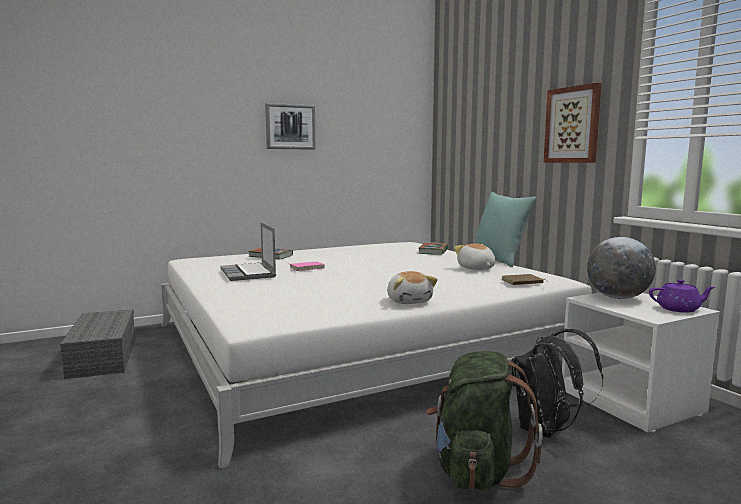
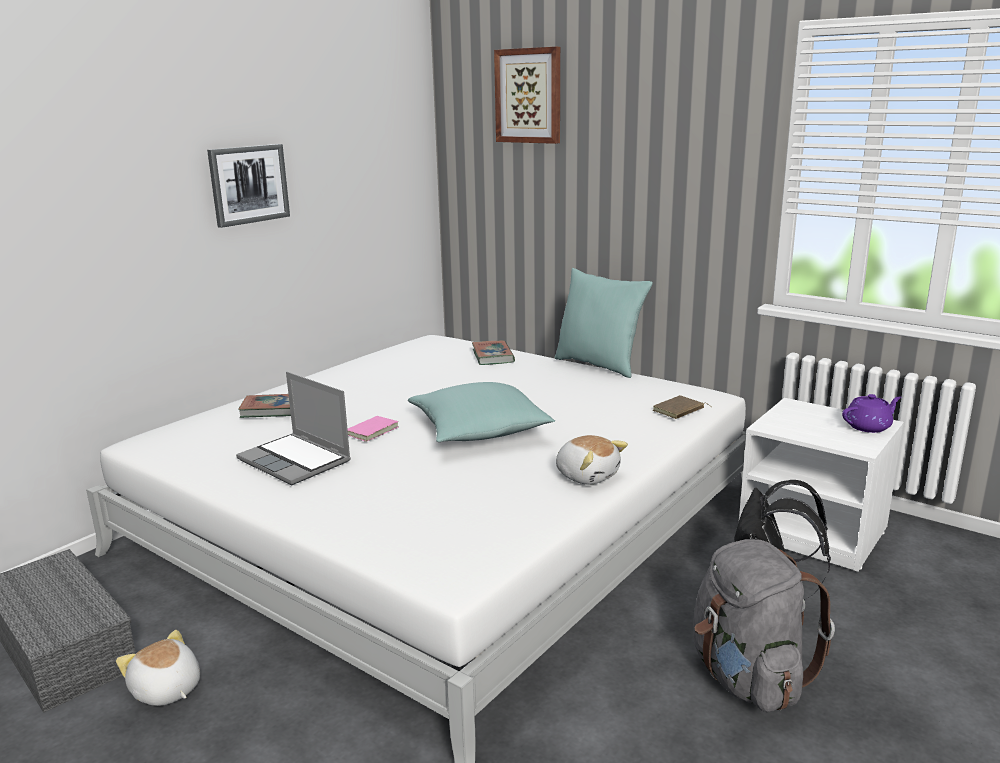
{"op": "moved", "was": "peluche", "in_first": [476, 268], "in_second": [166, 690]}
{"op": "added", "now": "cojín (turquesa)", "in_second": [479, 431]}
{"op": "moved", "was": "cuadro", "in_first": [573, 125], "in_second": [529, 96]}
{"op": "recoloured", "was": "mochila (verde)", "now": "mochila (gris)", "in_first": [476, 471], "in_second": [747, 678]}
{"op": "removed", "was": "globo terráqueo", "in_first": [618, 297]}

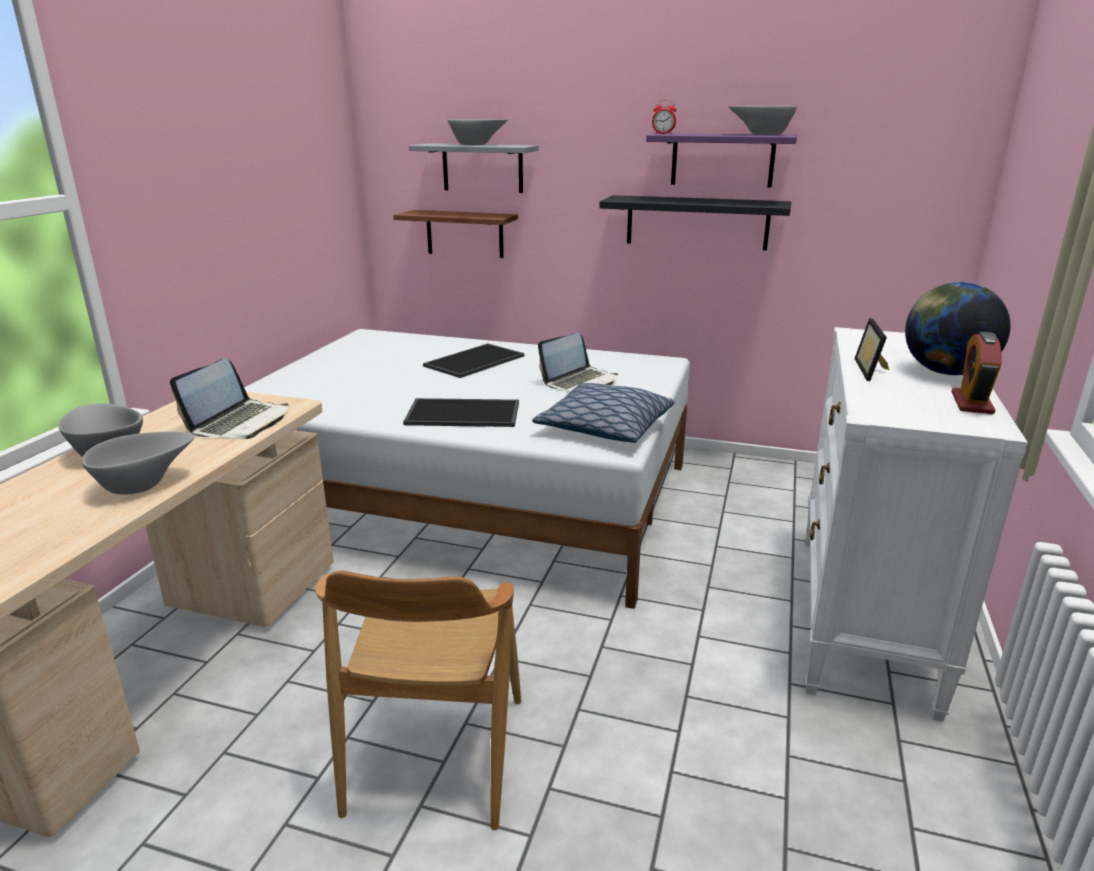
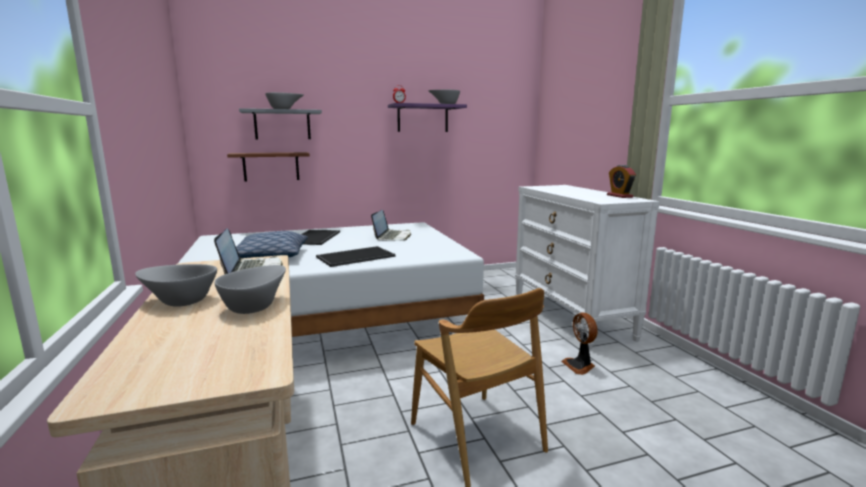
{"op": "moved", "was": "cojín", "in_first": [604, 428], "in_second": [270, 256]}
{"op": "added", "now": "ventilador", "in_second": [580, 366]}
{"op": "removed", "was": "estante (negro)", "in_first": [697, 222]}
{"op": "removed", "was": "portarretratos", "in_first": [873, 370]}
{"op": "removed", "was": "globo terráqueo", "in_first": [945, 372]}

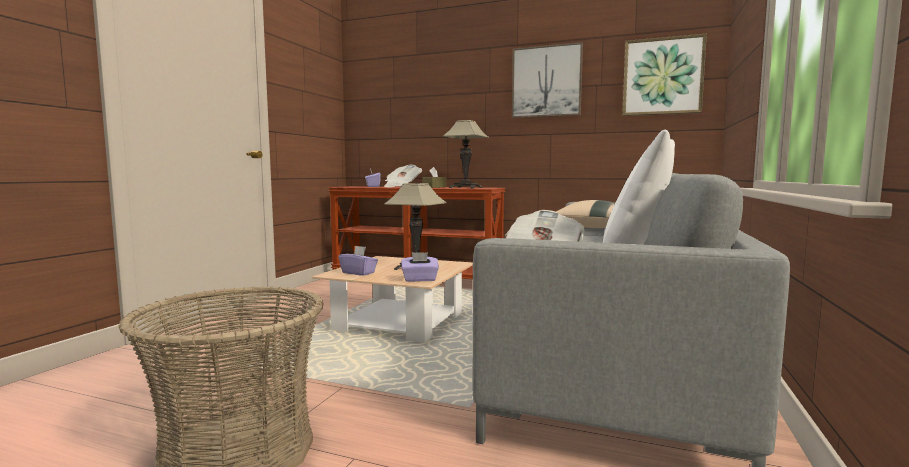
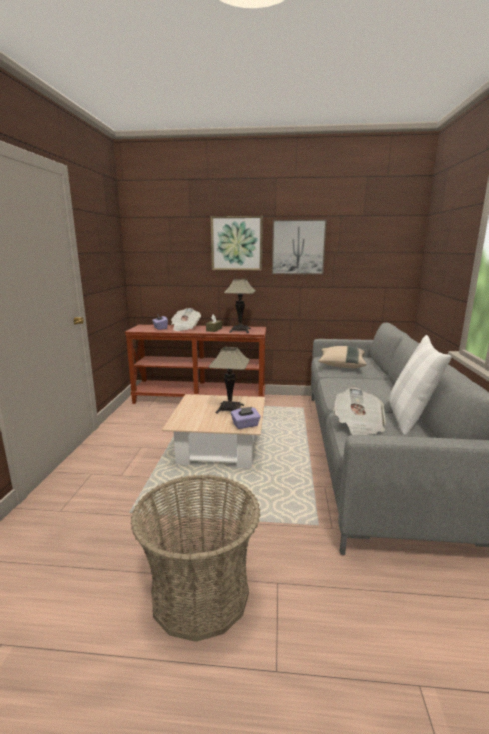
{"op": "moved", "was": "cuadro", "in_first": [662, 77], "in_second": [236, 243]}
{"op": "removed", "was": "caja de pañuelos (morado)", "in_first": [358, 273]}

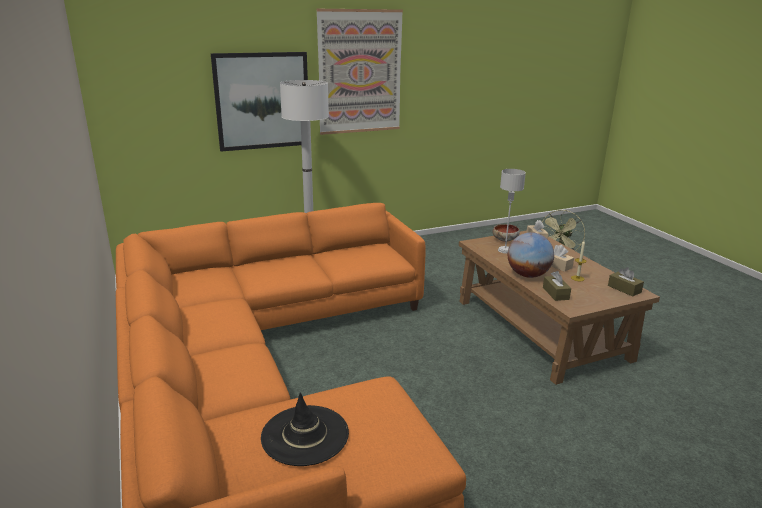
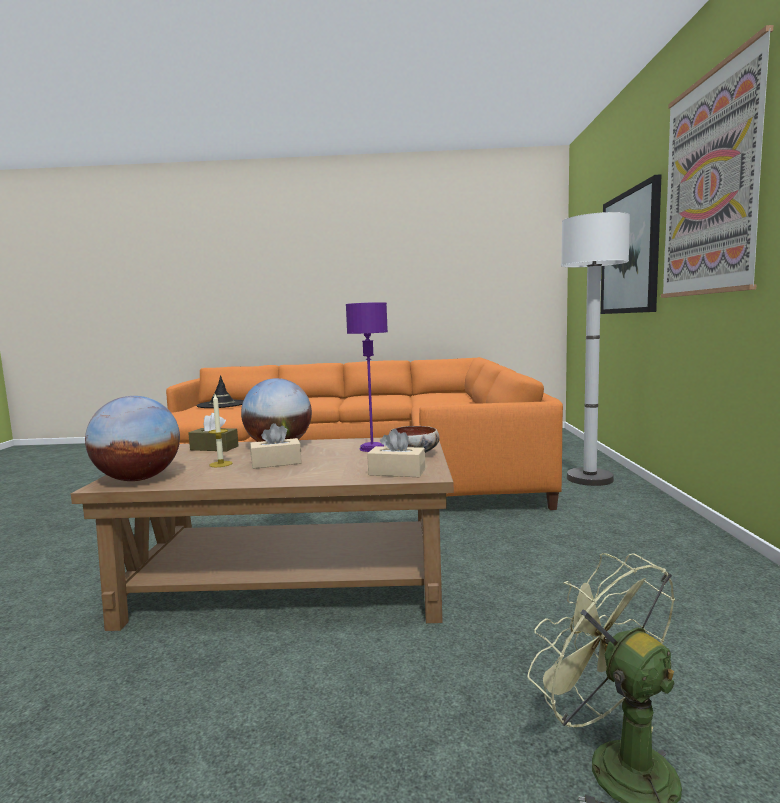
{"op": "replaced", "was": "caja de pañuelos (marrón)", "now": "globo terráqueo", "in_first": [624, 289], "in_second": [138, 479]}
{"op": "recoloured", "was": "lámpara de mesa (gris)", "now": "lámpara de mesa (morado)", "in_first": [505, 250], "in_second": [372, 448]}

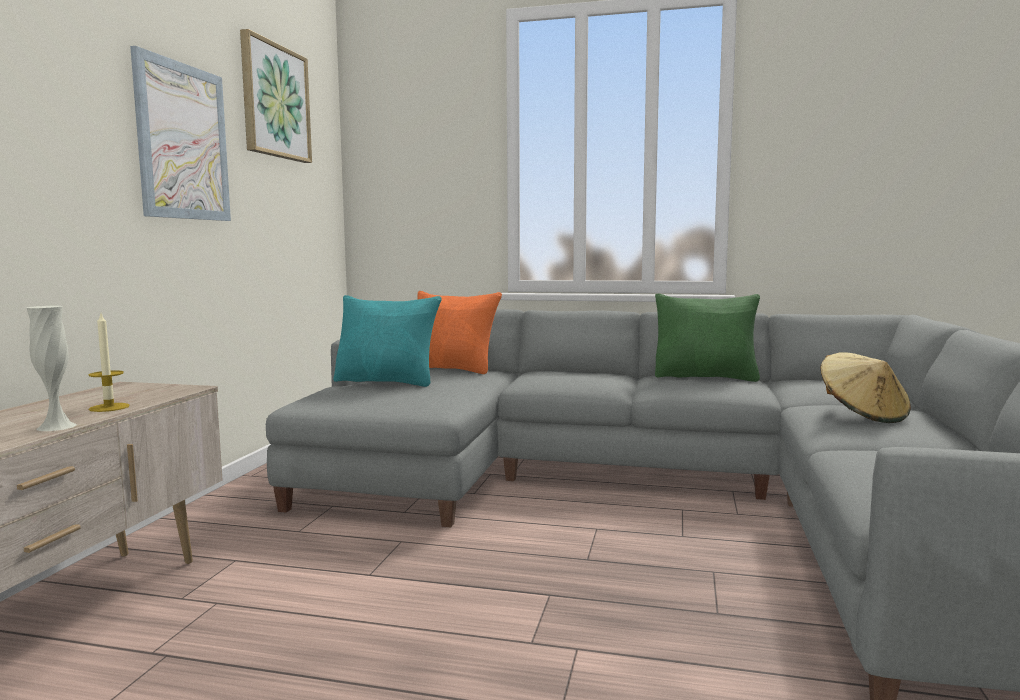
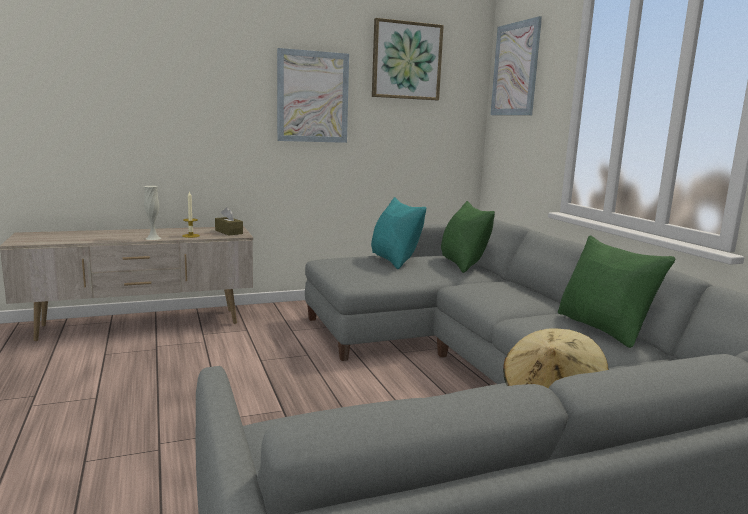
{"op": "added", "now": "caja de pañuelos (marrón)", "in_second": [229, 232]}
{"op": "recoloured", "was": "cojín (naranja)", "now": "cojín (verde)", "in_first": [452, 369], "in_second": [463, 264]}
{"op": "added", "now": "cuadro", "in_second": [515, 69]}

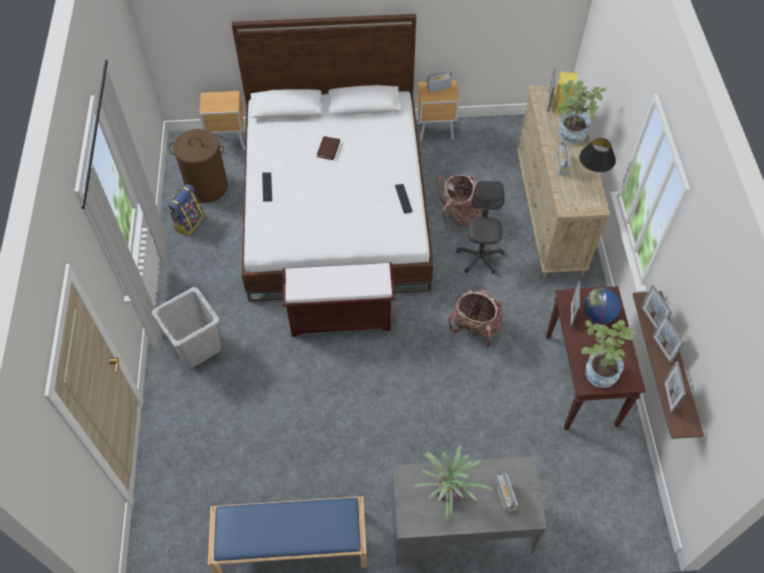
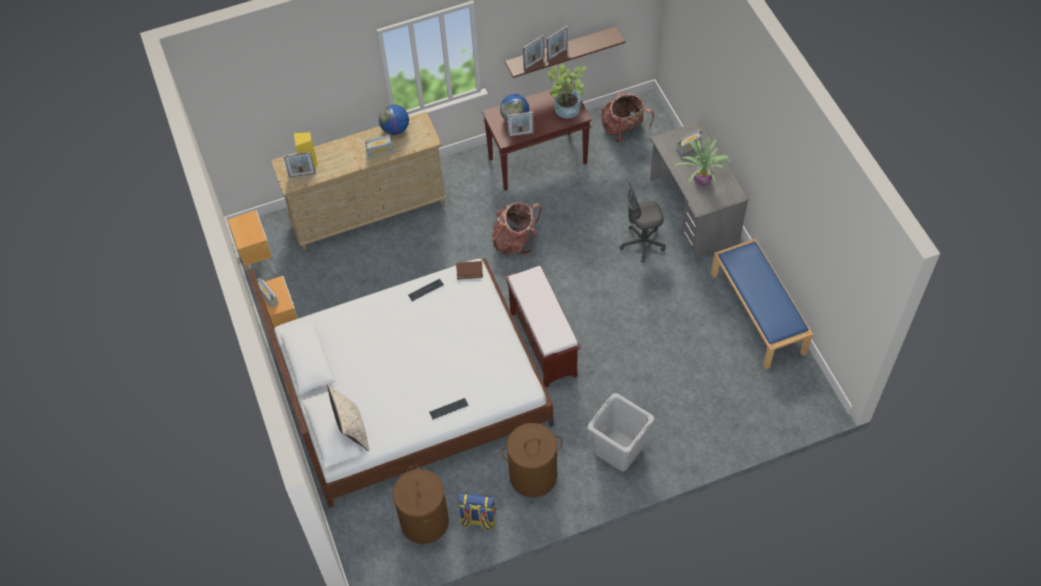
{"op": "moved", "was": "mesita de noche (marrón)", "in_first": [229, 142], "in_second": [259, 262]}
{"op": "added", "now": "cojín (beis)", "in_second": [352, 430]}
{"op": "replaced", "was": "lámpara de mesa (negro)", "now": "globo terráqueo", "in_first": [589, 183], "in_second": [395, 129]}
{"op": "moved", "was": "libro (marrón)", "in_first": [328, 149], "in_second": [469, 271]}
{"op": "added", "now": "cesto de la ropa (marrón)", "in_second": [533, 476]}
{"op": "moved", "was": "mochila", "in_first": [461, 215], "in_second": [623, 129]}
{"op": "moved", "was": "silla de oficina (gris)", "in_first": [479, 257], "in_second": [642, 244]}
{"op": "removed", "was": "planta en maceta", "in_first": [570, 136]}
{"op": "removed", "was": "portarretratos", "in_first": [668, 397]}

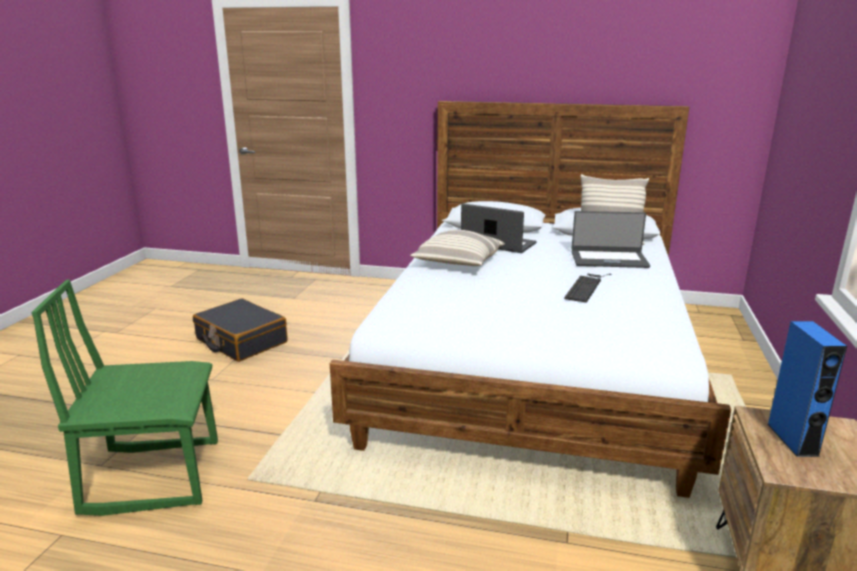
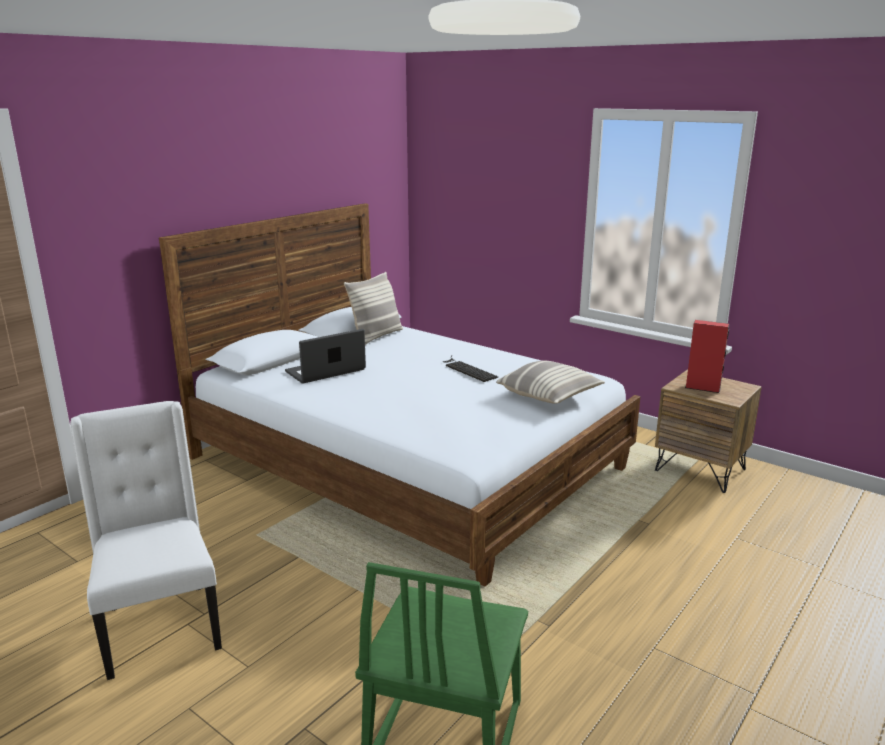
{"op": "replaced", "was": "maleta (negro)", "now": "silla (blanco)", "in_first": [241, 341], "in_second": [161, 627]}
{"op": "moved", "was": "cojín", "in_first": [458, 263], "in_second": [549, 396]}
{"op": "recoloured", "was": "altavoz (azul)", "now": "altavoz (rojo)", "in_first": [792, 439], "in_second": [702, 388]}
{"op": "removed", "was": "portátil", "in_first": [609, 259]}

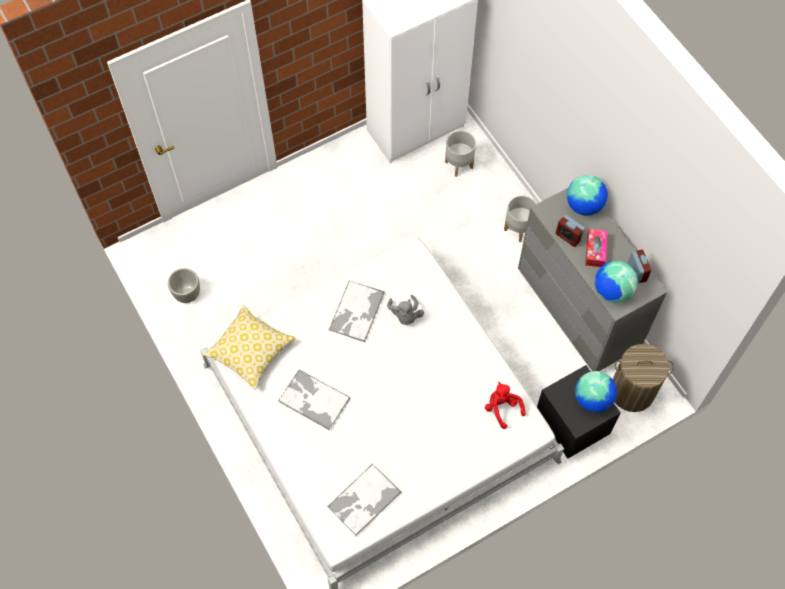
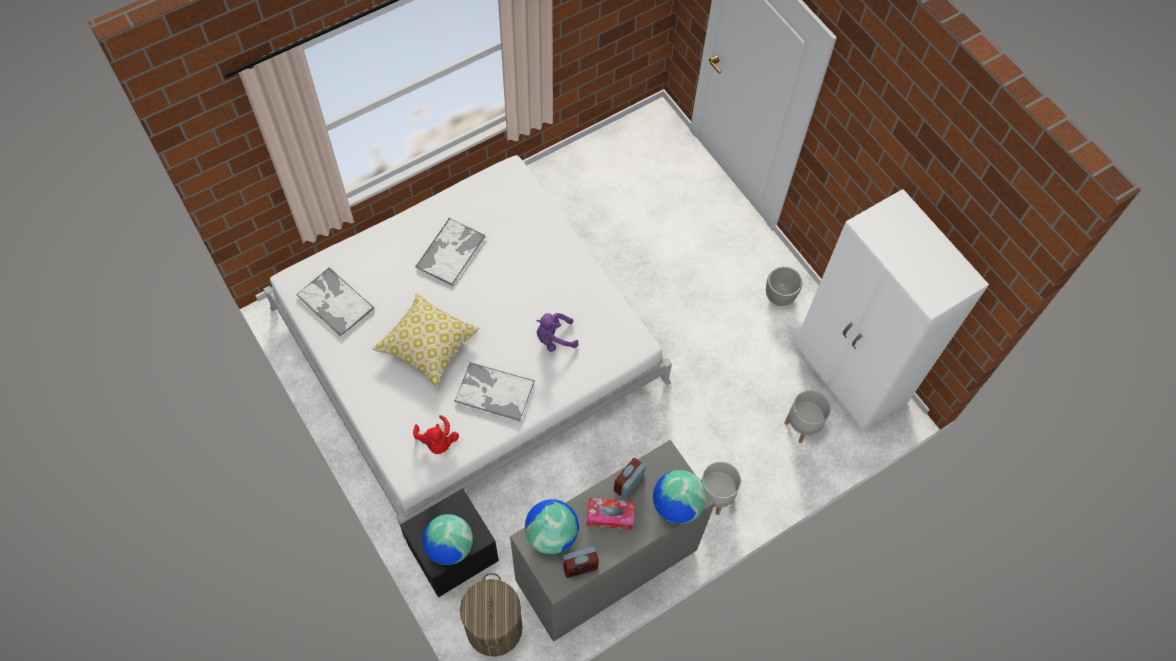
{"op": "moved", "was": "cojín", "in_first": [250, 351], "in_second": [427, 345]}
{"op": "turned", "was": "peluche (rojo)", "in_first": [502, 408], "in_second": [437, 441], "clockwise": 105}
{"op": "moved", "was": "bandeja", "in_first": [356, 312], "in_second": [494, 392]}
{"op": "recoloured", "was": "peluche (gris)", "now": "peluche (morado)", "in_first": [405, 315], "in_second": [554, 338]}
{"op": "moved", "was": "maceta (gris)", "in_first": [187, 294], "in_second": [779, 296]}

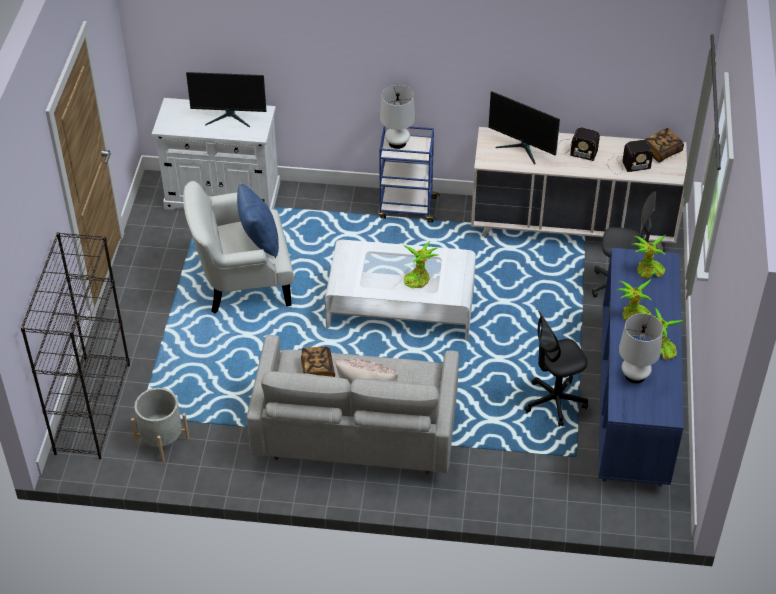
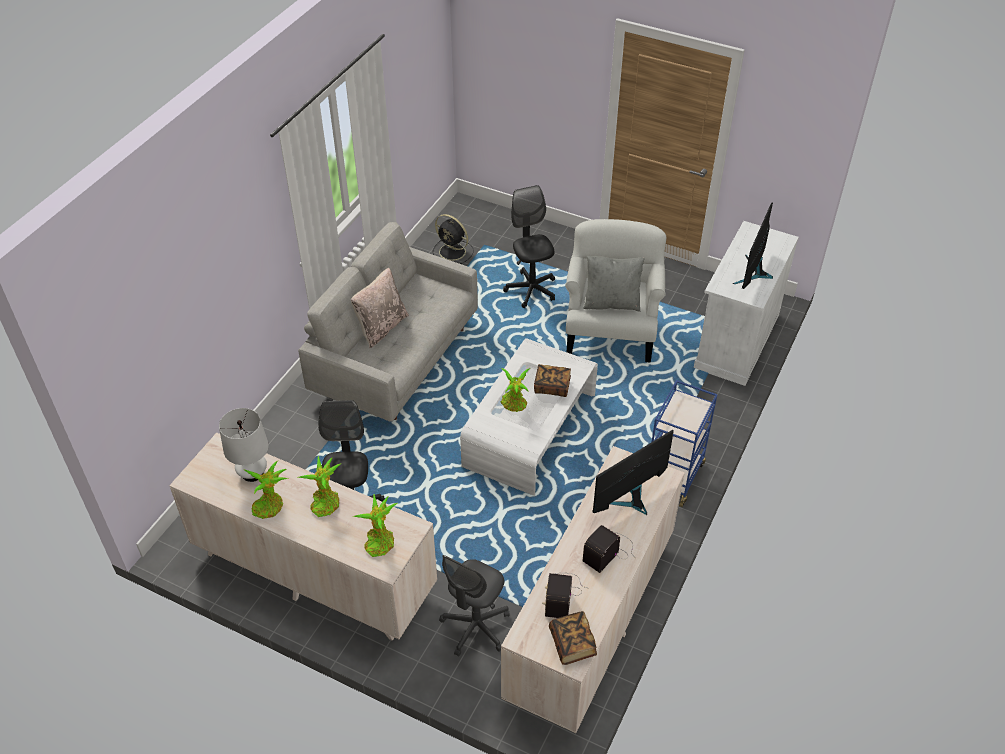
{"op": "recoloured", "was": "cómoda (azul)", "now": "cómoda (beis)", "in_first": [632, 403], "in_second": [313, 572]}
{"op": "replaced", "was": "maceta (gris)", "now": "ventilador (negro)", "in_first": [162, 441], "in_second": [453, 252]}
{"op": "added", "now": "silla de oficina (negro)", "in_second": [531, 290]}
{"op": "moved", "was": "libro", "in_first": [317, 370], "in_second": [552, 387]}
{"op": "recoloured", "was": "cojín (azul)", "now": "cojín (gris)", "in_first": [259, 240], "in_second": [611, 303]}
{"op": "removed", "was": "estantería (negro)", "in_first": [92, 408]}
{"op": "removed", "was": "lámpara de mesa (blanco)", "in_first": [397, 142]}

